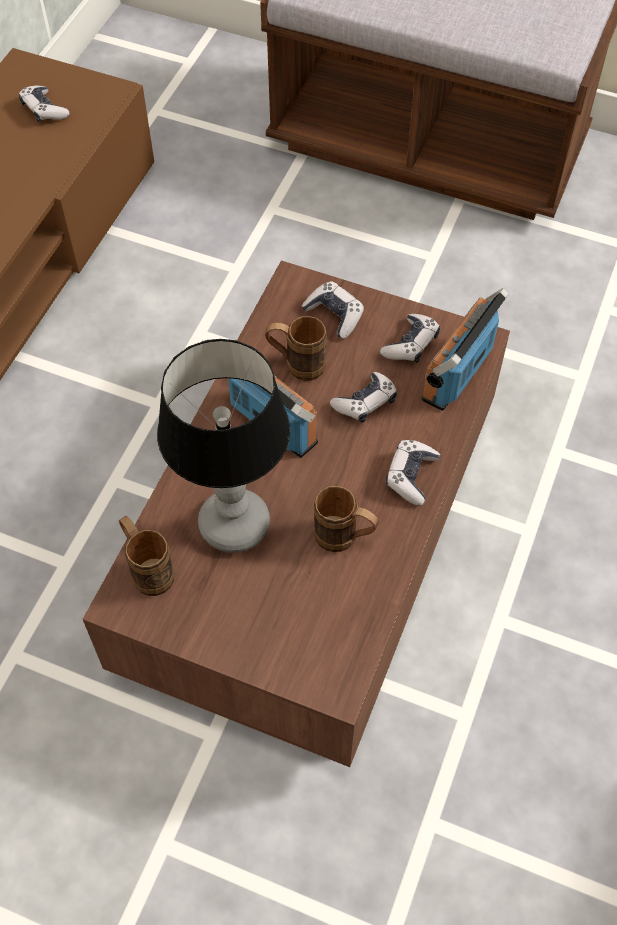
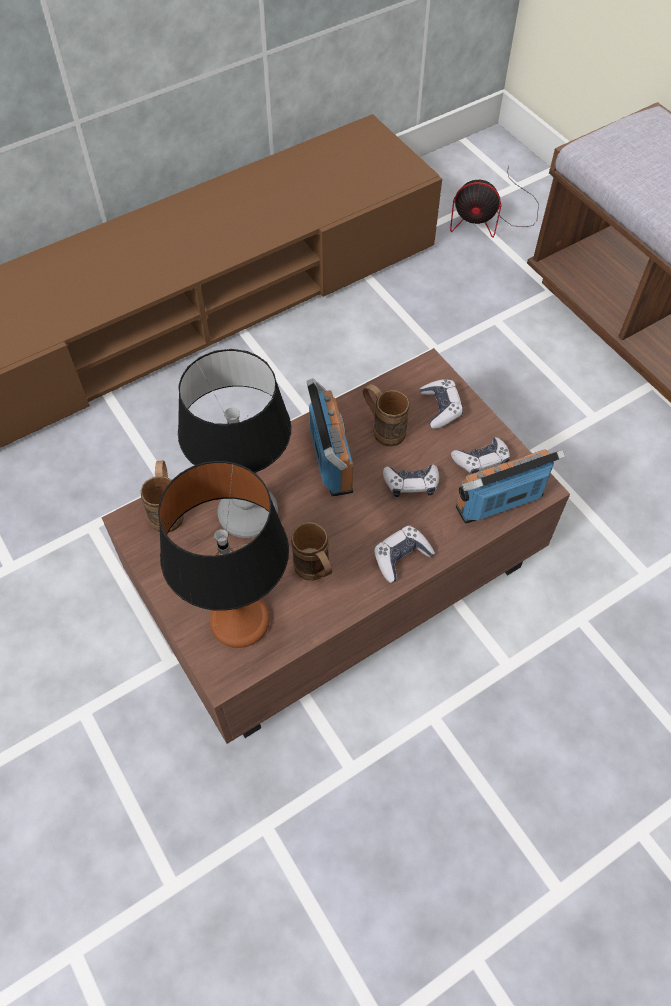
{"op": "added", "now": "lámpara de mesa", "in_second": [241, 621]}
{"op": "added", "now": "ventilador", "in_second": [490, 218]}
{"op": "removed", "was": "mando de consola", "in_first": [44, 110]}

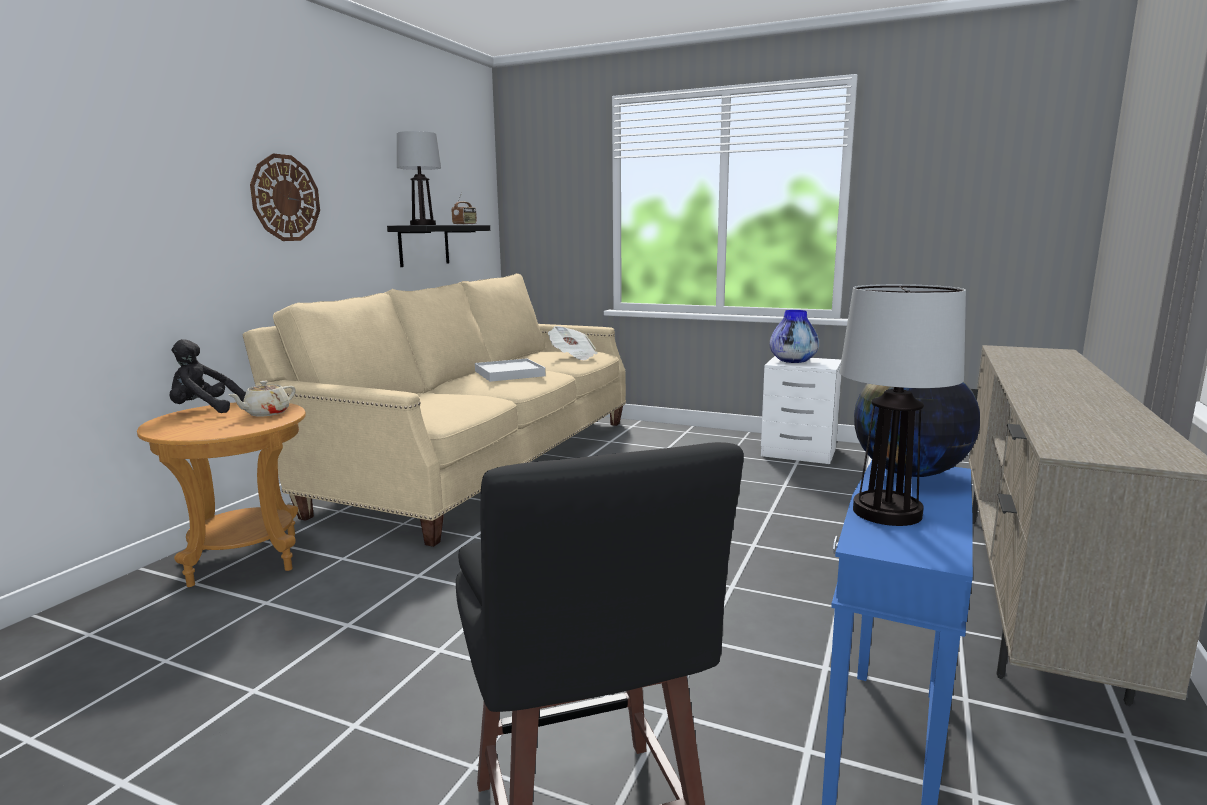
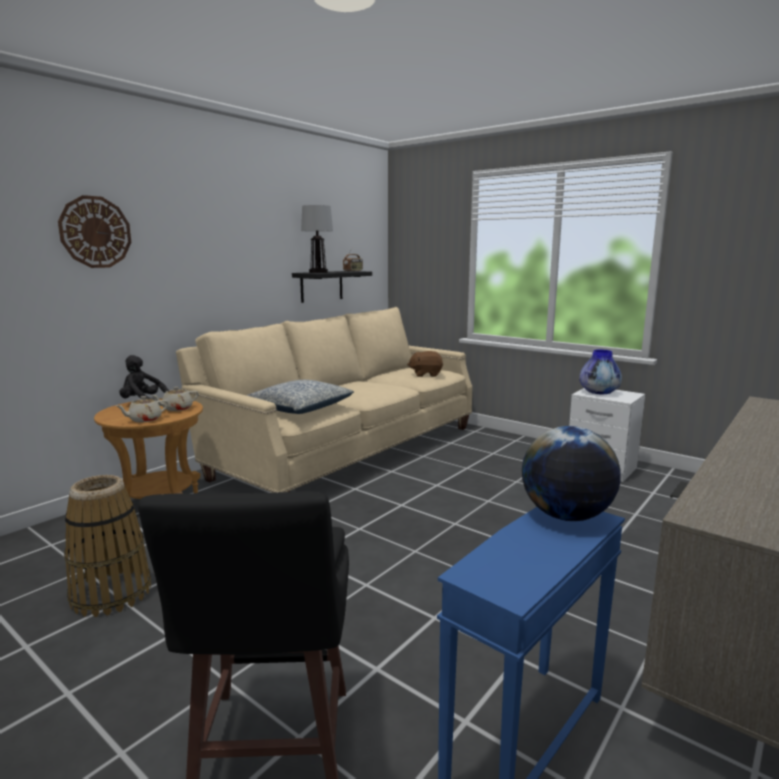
{"op": "moved", "was": "reloj de pared", "in_first": [285, 198], "in_second": [95, 232]}
{"op": "added", "now": "cesta", "in_second": [111, 593]}
{"op": "added", "now": "tetera (beis)", "in_second": [144, 420]}
{"op": "added", "now": "cojín", "in_second": [300, 408]}
{"op": "replaced", "was": "periódico", "now": "peluche (marrón)", "in_first": [573, 356], "in_second": [426, 374]}
{"op": "removed", "was": "bandeja (blanco)", "in_first": [509, 373]}
{"op": "removed", "was": "lámpara de mesa", "in_first": [887, 512]}

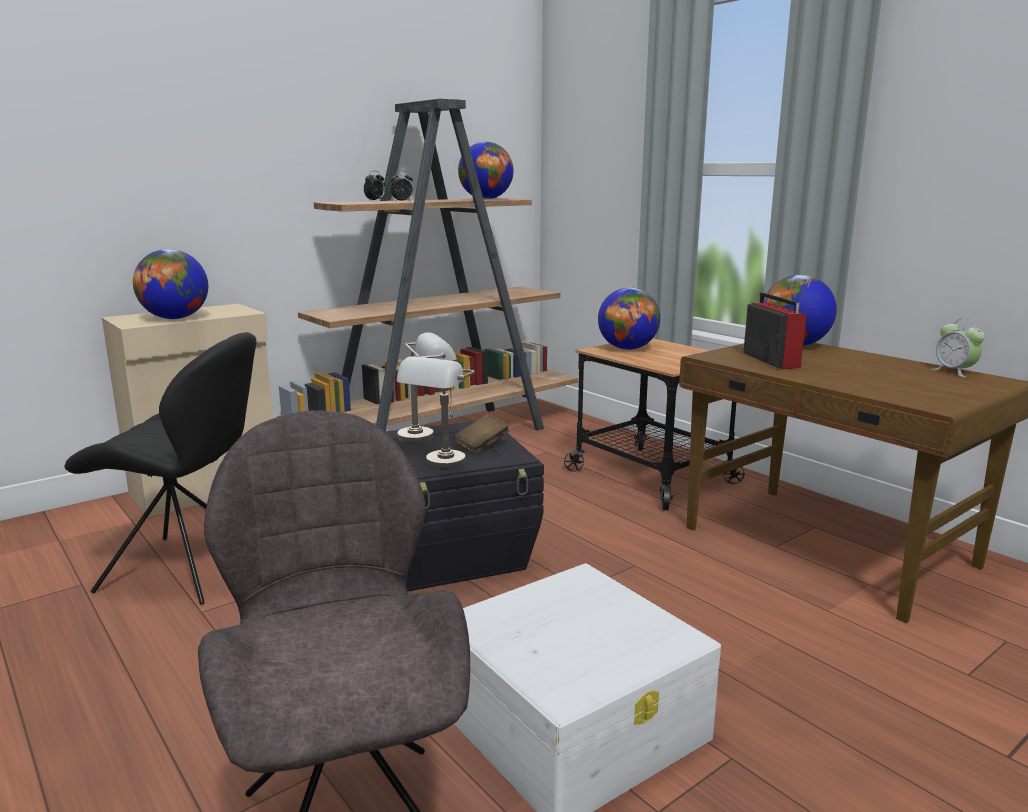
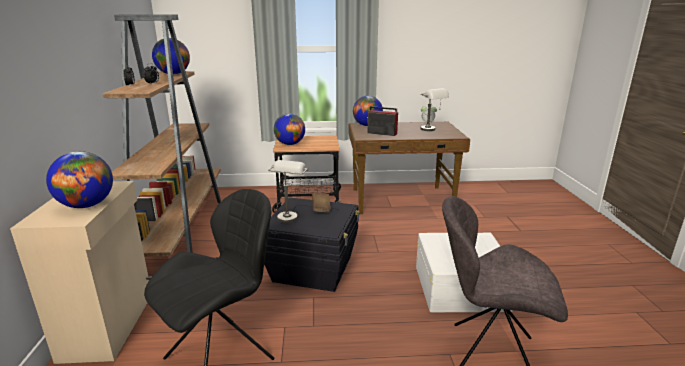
{"op": "moved", "was": "lámpara de mesa (gris)", "in_first": [440, 466], "in_second": [431, 130]}

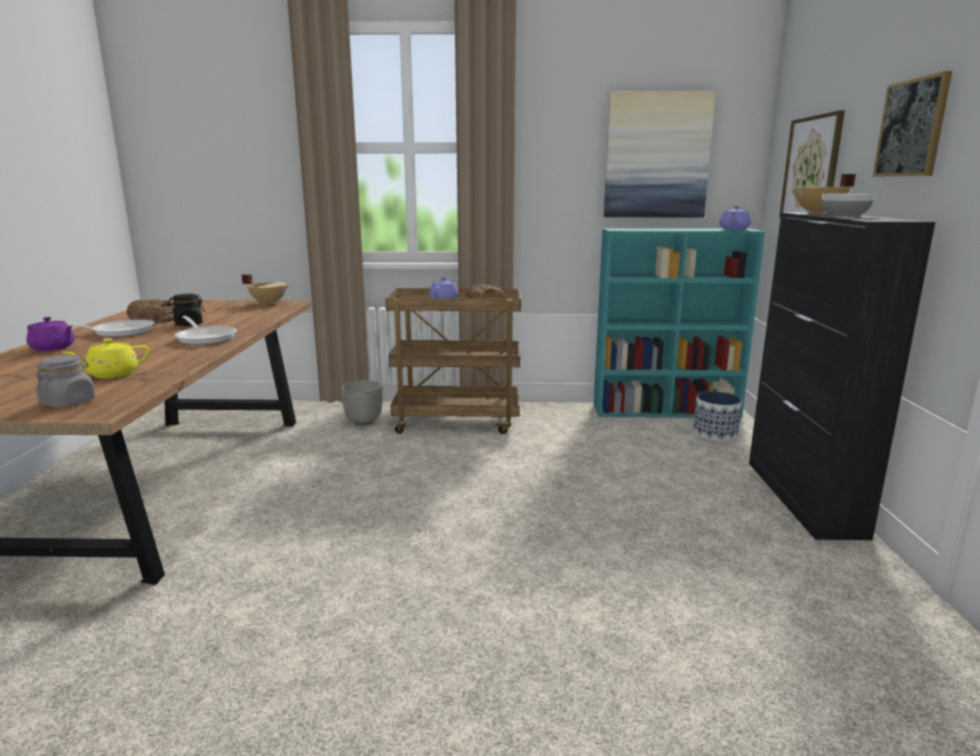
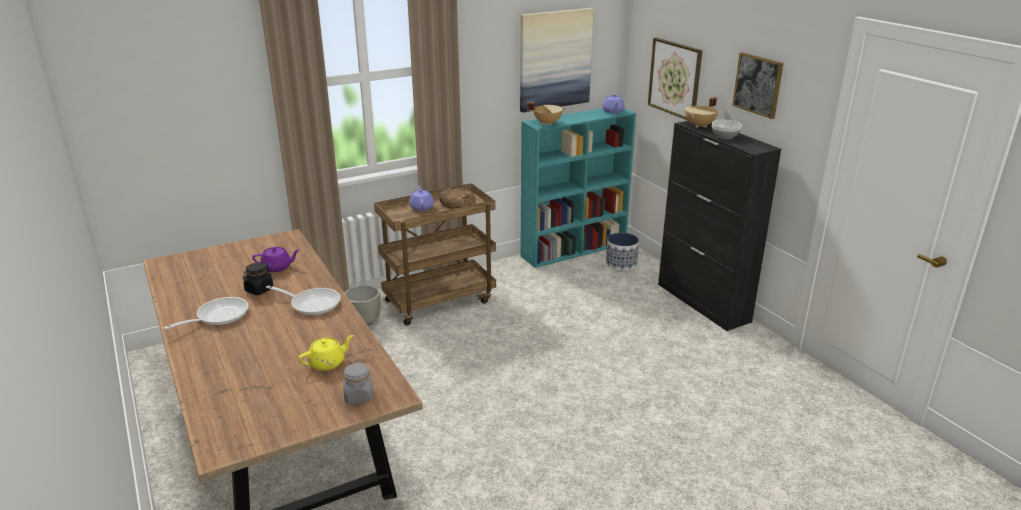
{"op": "moved", "was": "tetera (morado)", "in_first": [53, 348], "in_second": [277, 267]}
{"op": "turned", "was": "tetera (amarillo)", "in_first": [112, 374], "in_second": [328, 363], "clockwise": -150}
{"op": "moved", "was": "olla (beis)", "in_first": [269, 303], "in_second": [547, 123]}
{"op": "removed", "was": "pan", "in_first": [155, 318]}

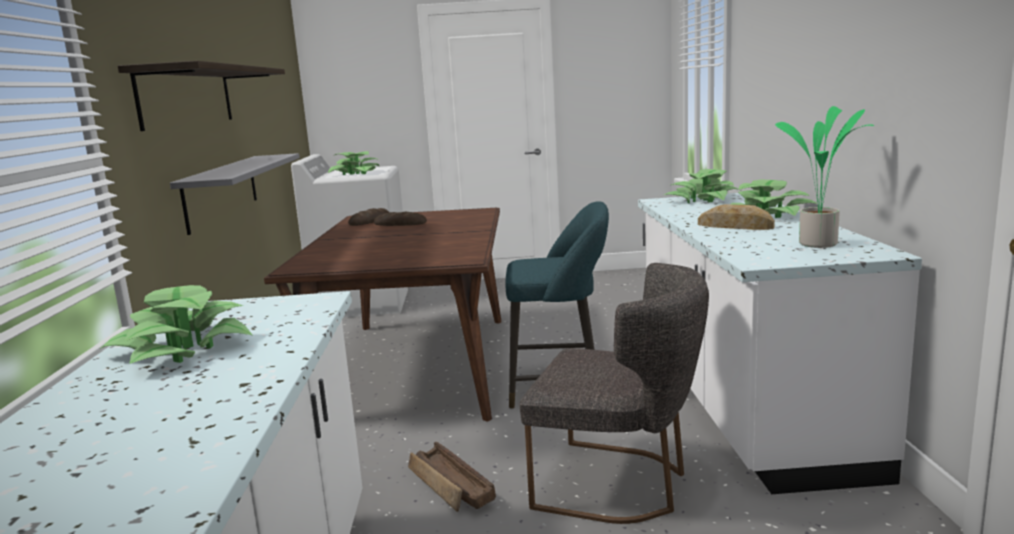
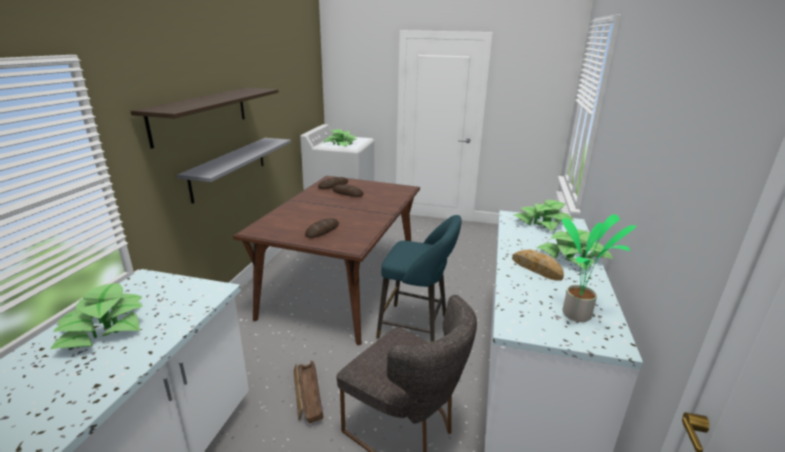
{"op": "added", "now": "pan", "in_second": [322, 231]}

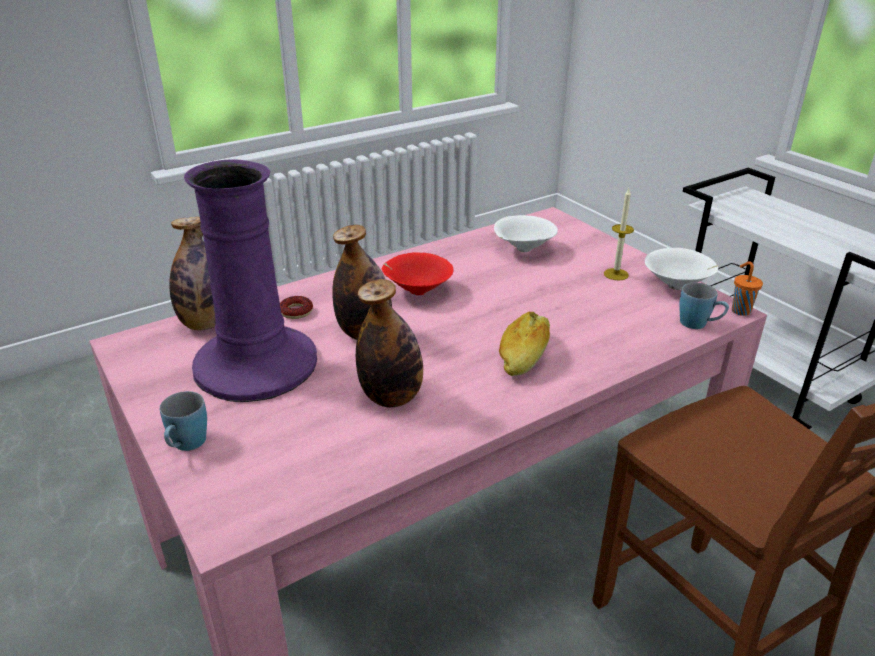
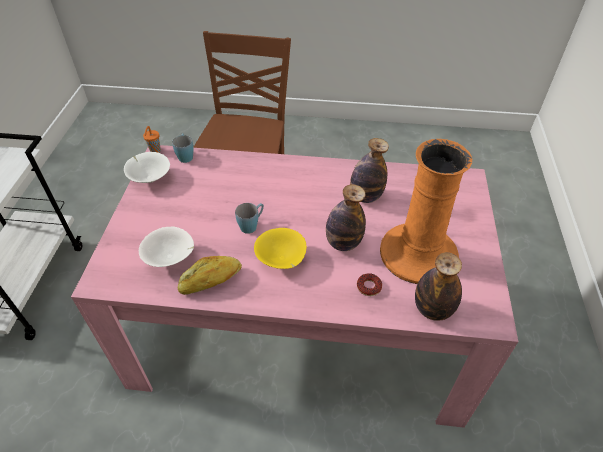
{"op": "moved", "was": "pan", "in_first": [524, 355], "in_second": [211, 281]}
{"op": "moved", "was": "taza grande (azul)", "in_first": [186, 446], "in_second": [251, 225]}
{"op": "recoloured", "was": "cuenco (rojo)", "now": "cuenco (amarillo)", "in_first": [416, 291], "in_second": [281, 260]}
{"op": "recoloured", "was": "florero (morado)", "now": "florero (naranja)", "in_first": [255, 365], "in_second": [419, 254]}
{"op": "removed", "was": "vela", "in_first": [616, 274]}

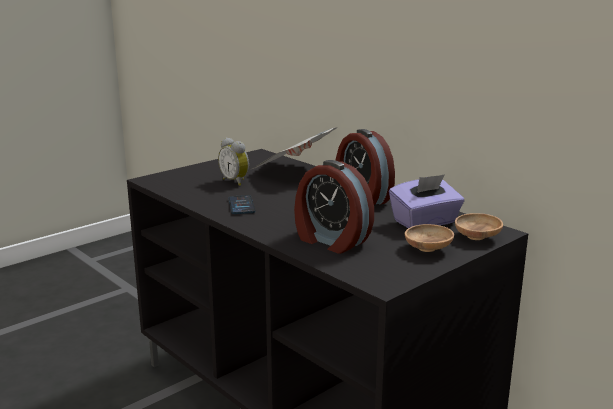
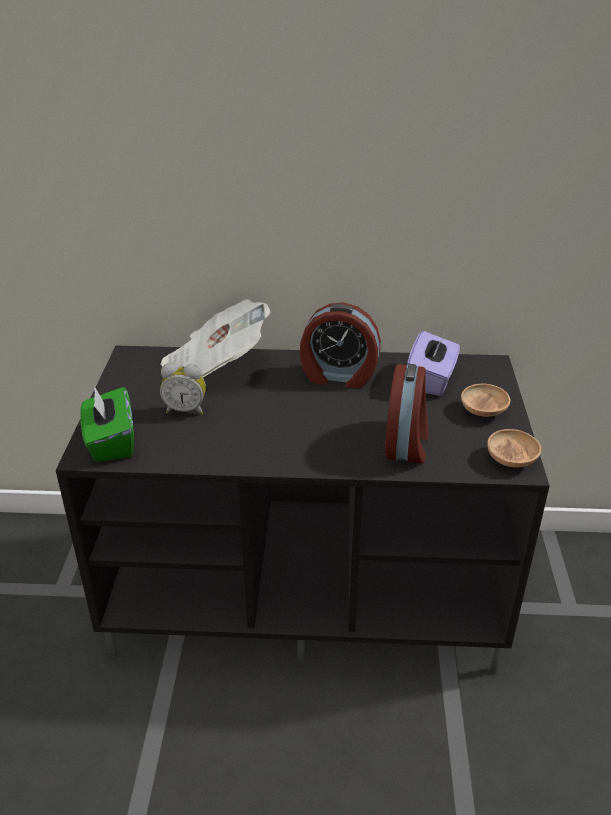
{"op": "added", "now": "caja de pañuelos (verde)", "in_second": [110, 442]}
{"op": "turned", "was": "despertador", "in_first": [330, 241], "in_second": [407, 443], "clockwise": -75}
{"op": "moved", "was": "cuenco (marrón)", "in_first": [477, 237], "in_second": [511, 460]}
{"op": "removed", "was": "móvil", "in_first": [241, 205]}

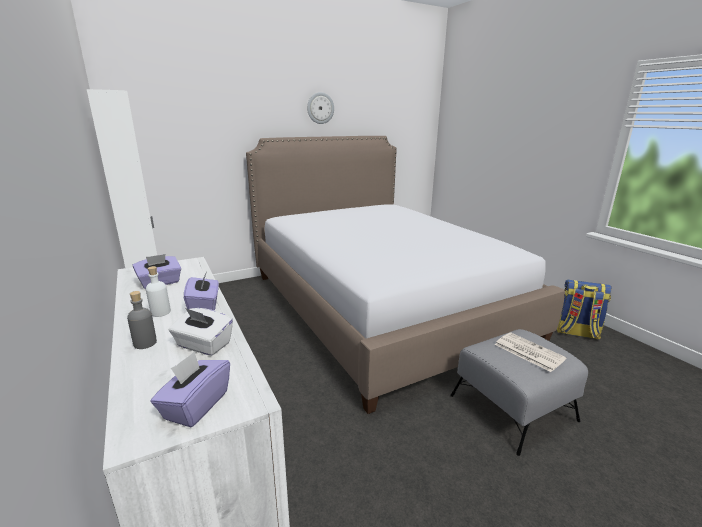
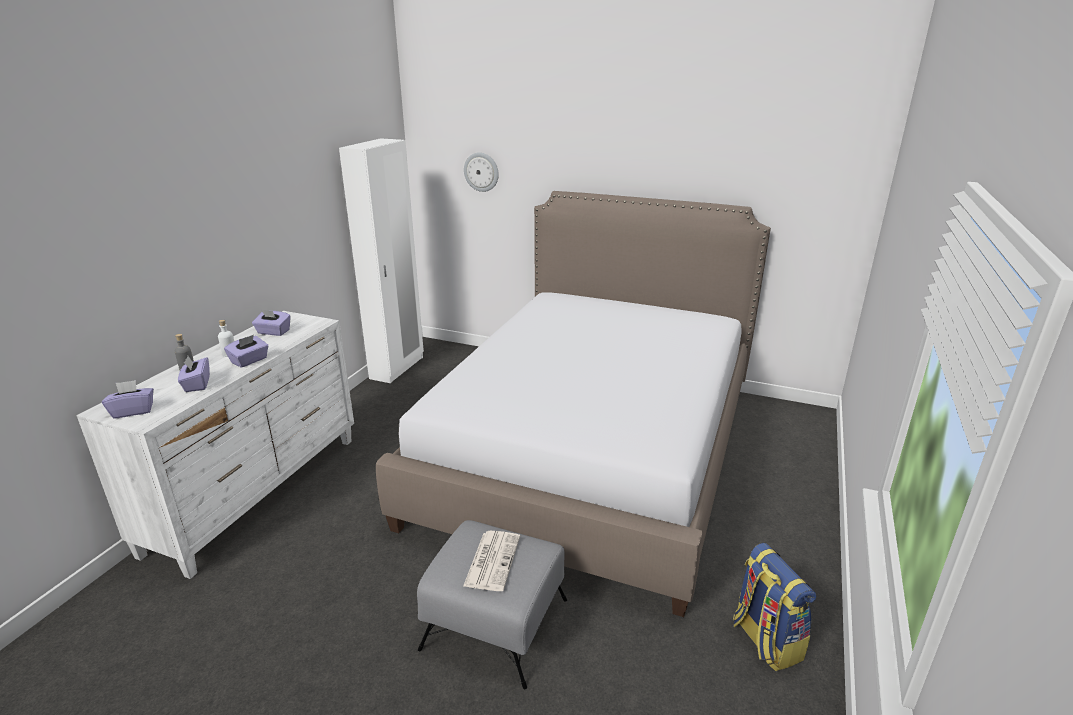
{"op": "recoloured", "was": "caja de pañuelos (blanco)", "now": "caja de pañuelos (morado)", "in_first": [203, 345], "in_second": [197, 384]}
{"op": "moved", "was": "reloj de pared", "in_first": [320, 108], "in_second": [481, 172]}

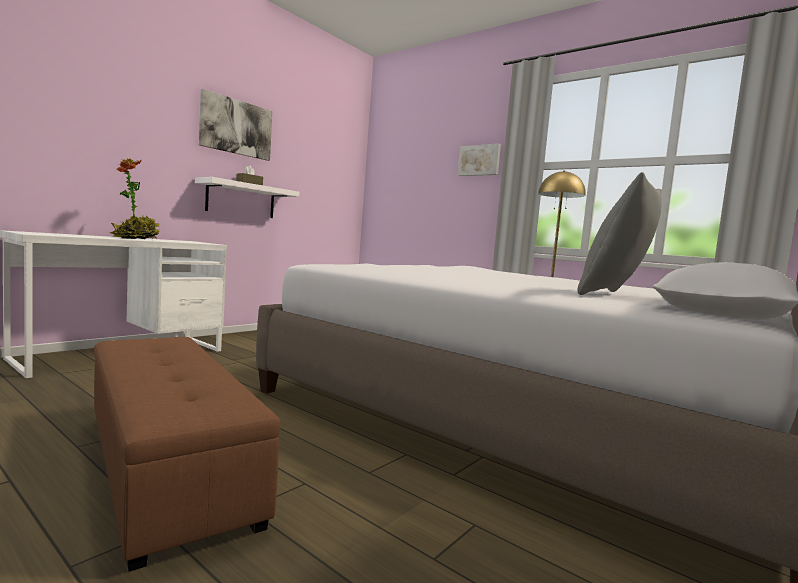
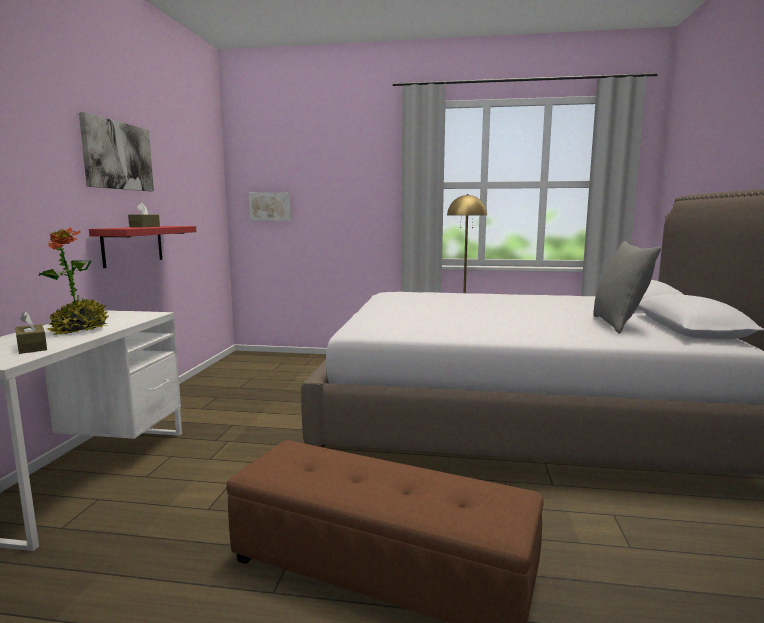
{"op": "added", "now": "caja de pañuelos (marrón)", "in_second": [32, 347]}
{"op": "recoloured", "was": "estante (blanco)", "now": "estante (rojo)", "in_first": [241, 200], "in_second": [133, 245]}
{"op": "moved", "was": "cuadro", "in_first": [479, 160], "in_second": [270, 206]}

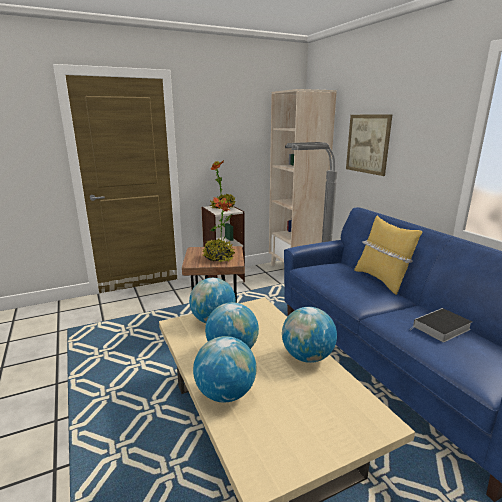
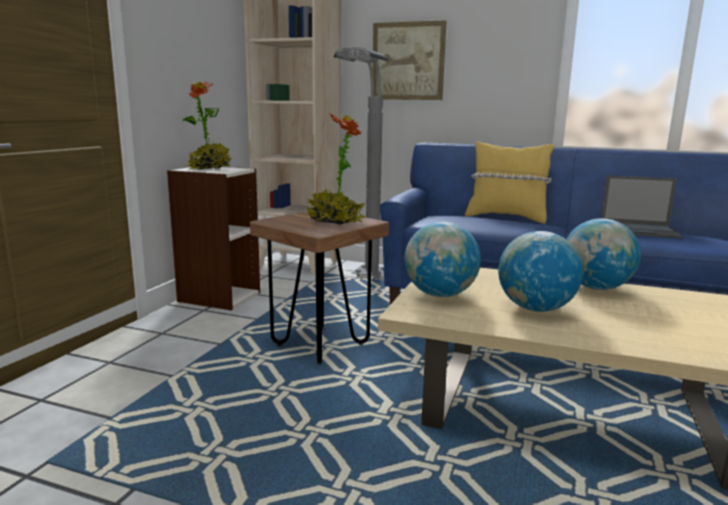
{"op": "replaced", "was": "libro", "now": "portátil", "in_first": [441, 328], "in_second": [639, 230]}
{"op": "removed", "was": "globo terráqueo", "in_first": [225, 393]}

